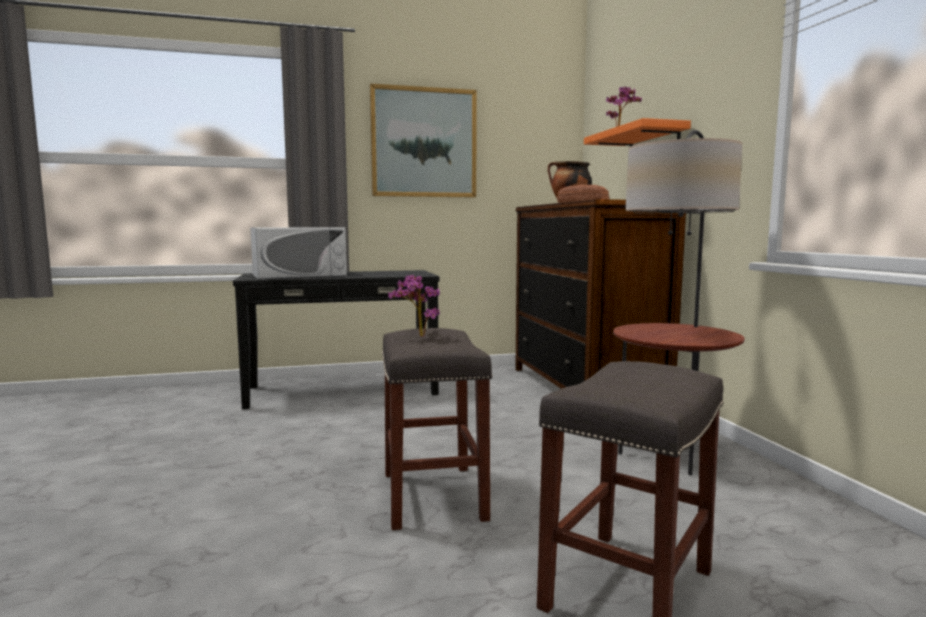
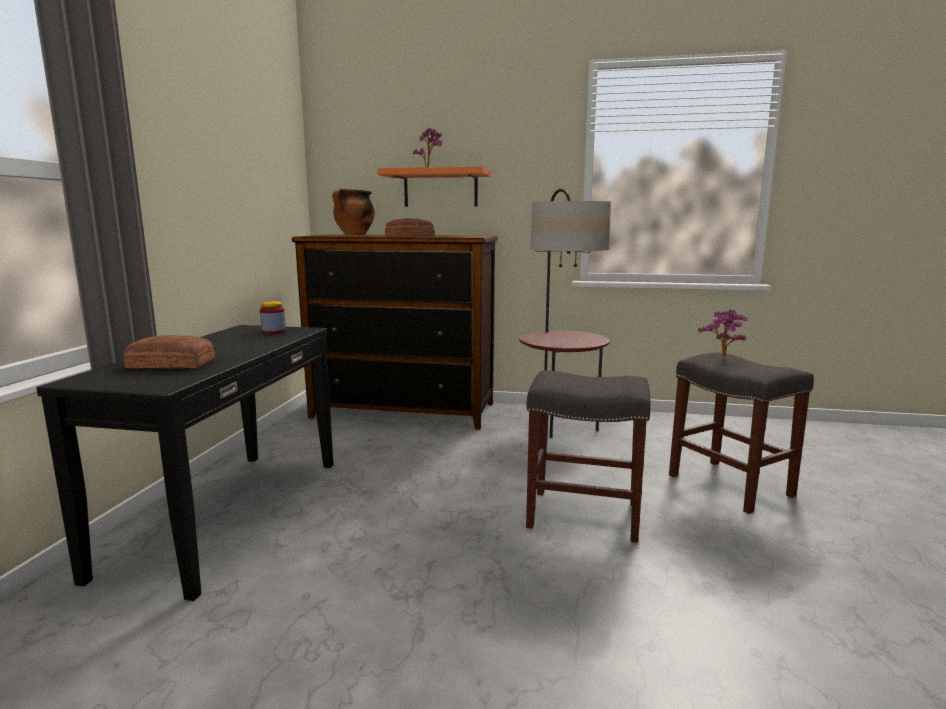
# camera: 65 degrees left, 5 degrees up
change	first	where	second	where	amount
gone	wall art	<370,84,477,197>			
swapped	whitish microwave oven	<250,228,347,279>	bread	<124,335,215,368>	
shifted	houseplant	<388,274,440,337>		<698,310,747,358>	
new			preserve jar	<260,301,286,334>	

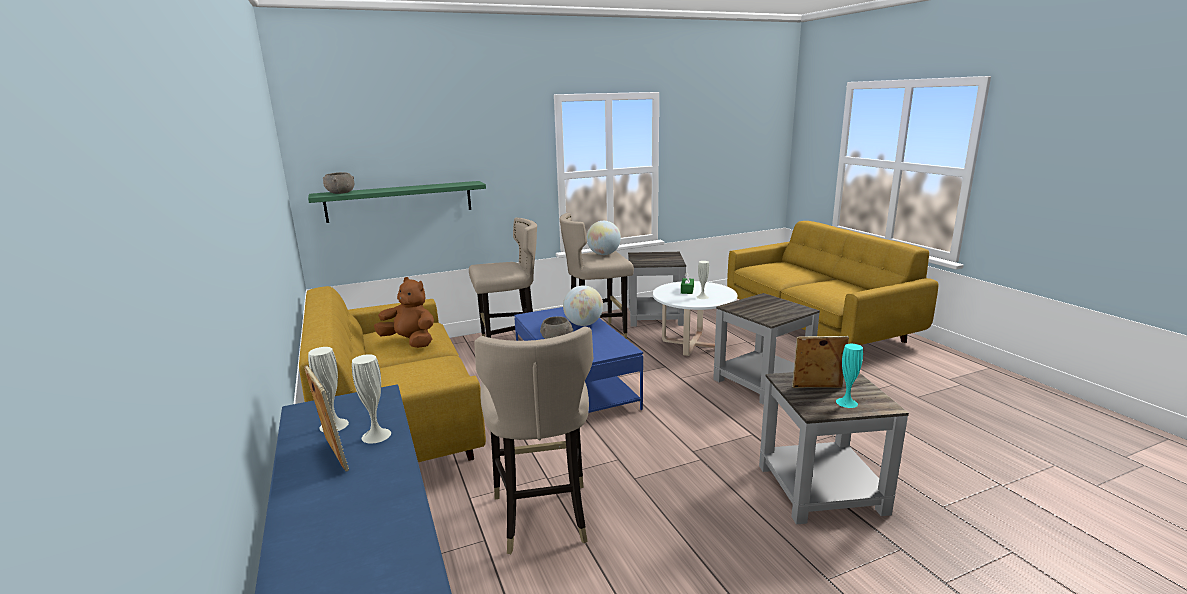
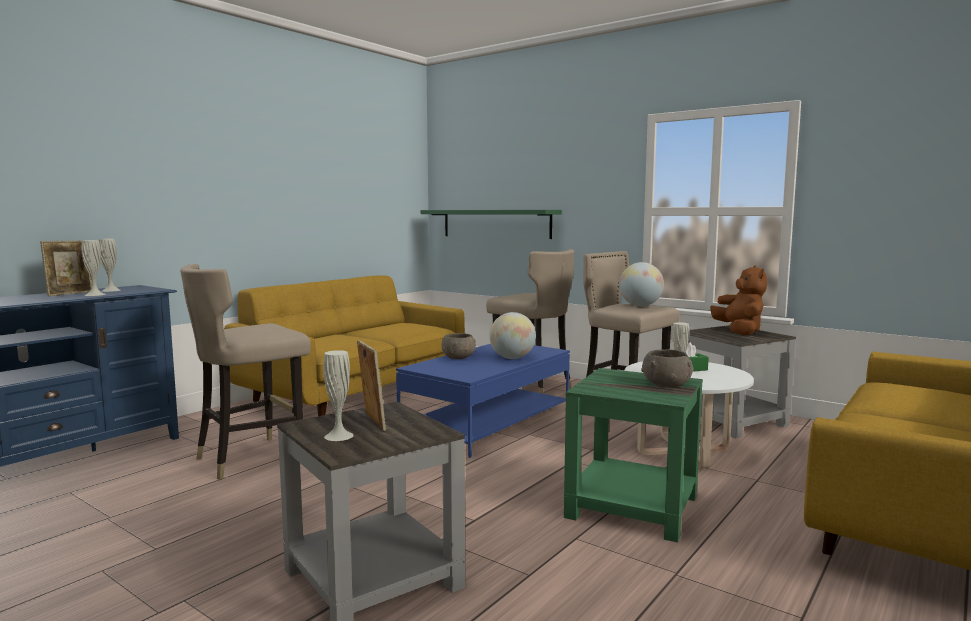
# camera: 60 degrees right, 10 degrees down
change	first	where	second	where	amount
shifted	greyish serving bowl	<323,172,354,194>		<641,349,694,387>	
shifted	brown plush toy	<374,277,434,348>		<710,266,767,335>	
repainted	greyish accent table	<713,293,820,405>	green-coloured accent table	<564,368,703,543>	
repainted	turquoise decorative vase	<836,344,863,408>	whitish decorative vase	<323,350,354,441>	

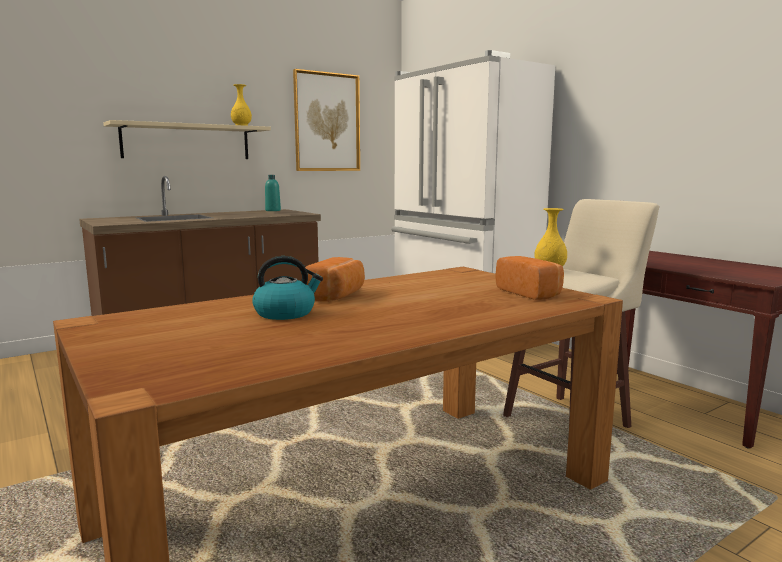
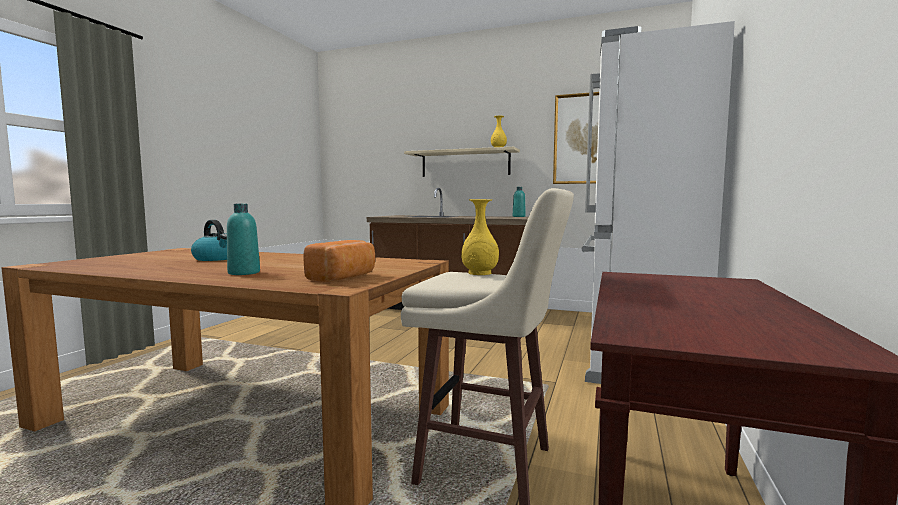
# camera: 55 degrees right, 5 degrees down
change	first	where	second	where	amount
gone	bread	<305,257,365,302>			
new			turquoise beverage bottle	<227,204,260,275>	

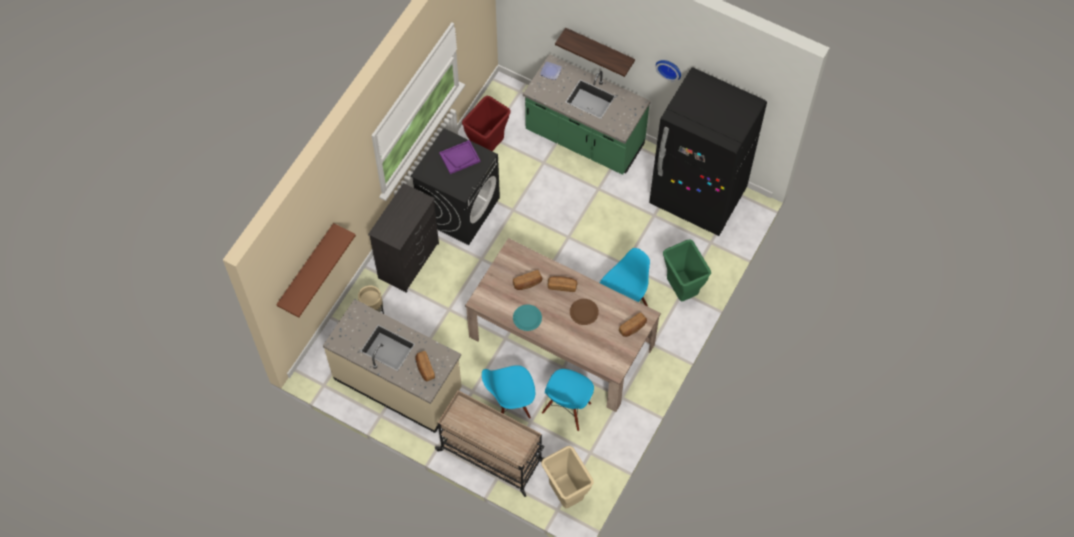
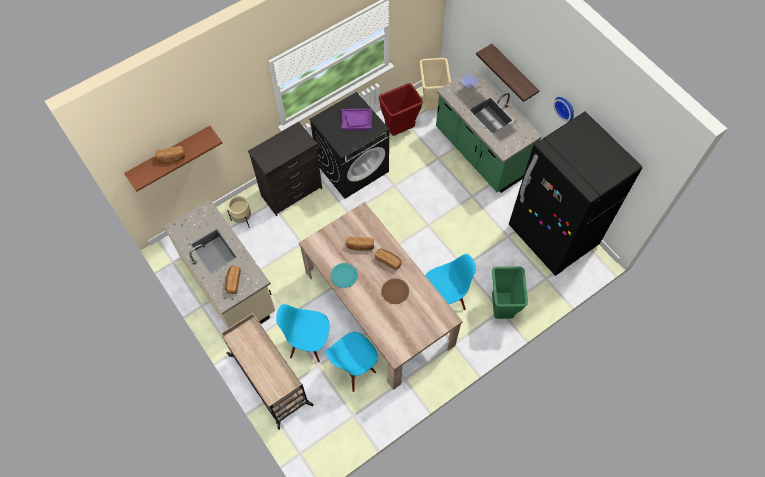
# camera: 25 degrees right, 0 degrees up
change	first	where	second	where	amount
shifted	bread	<619,312,647,337>		<155,146,185,163>	
shifted	sand-coloured waste bin	<541,446,594,508>		<419,58,451,110>	

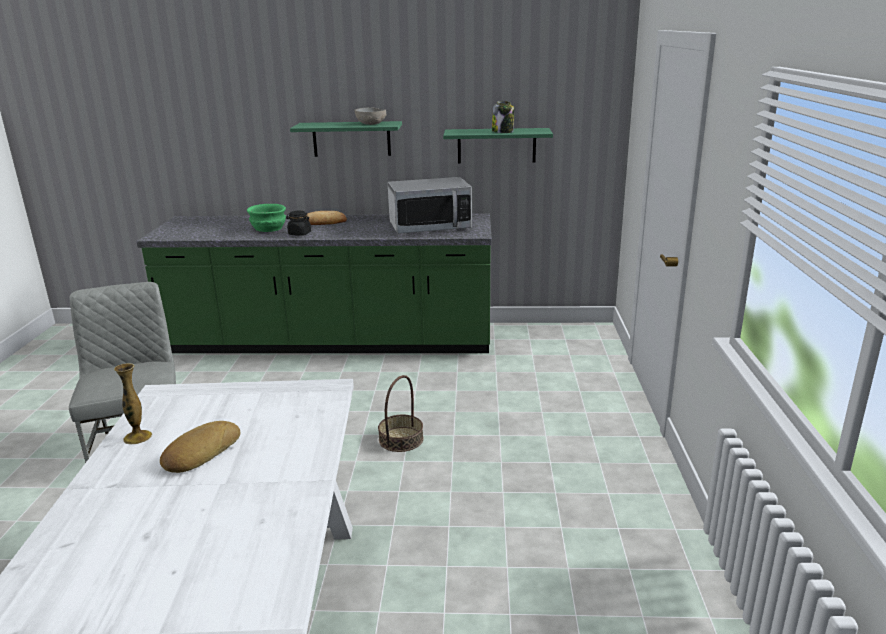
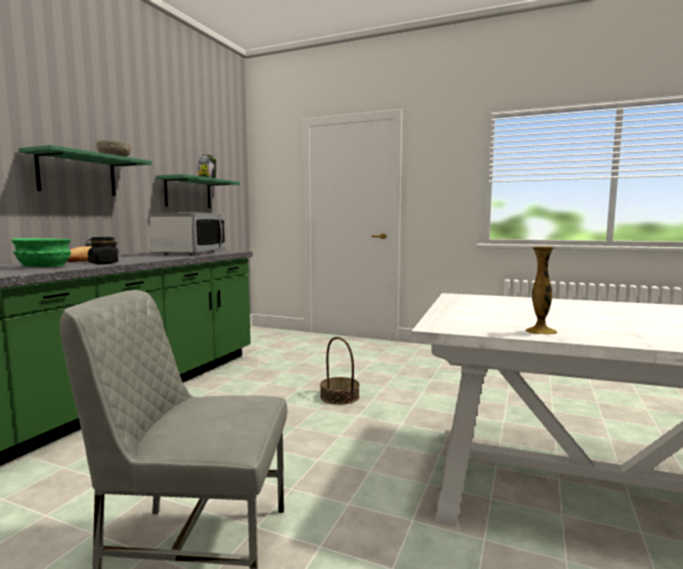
# camera: 70 degrees left, 15 degrees down
change	first	where	second	where	amount
gone	bread	<160,421,240,473>			

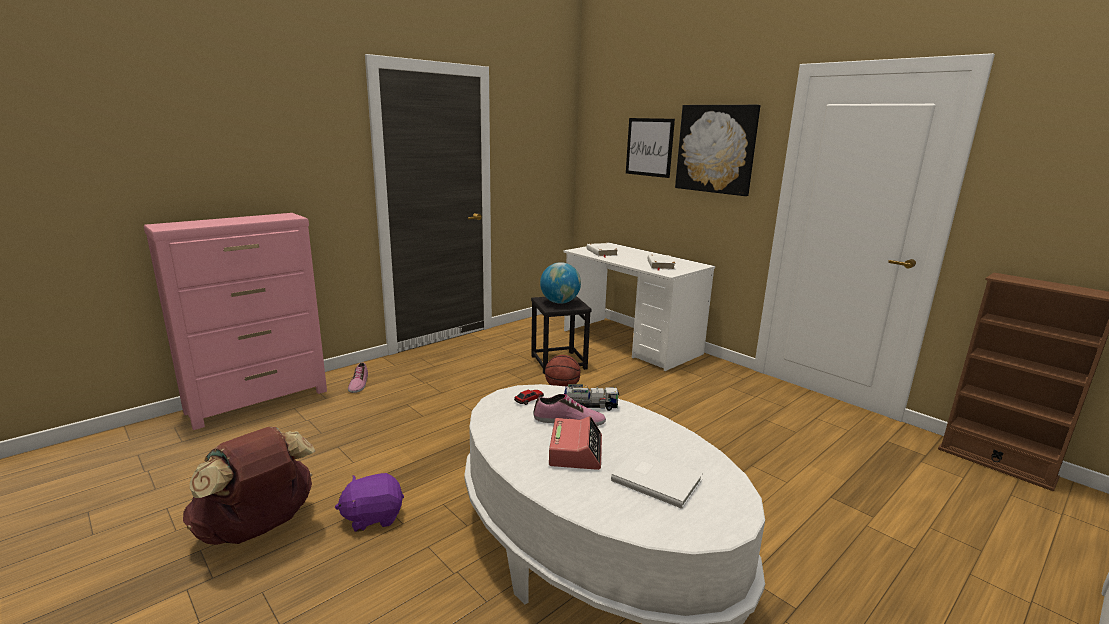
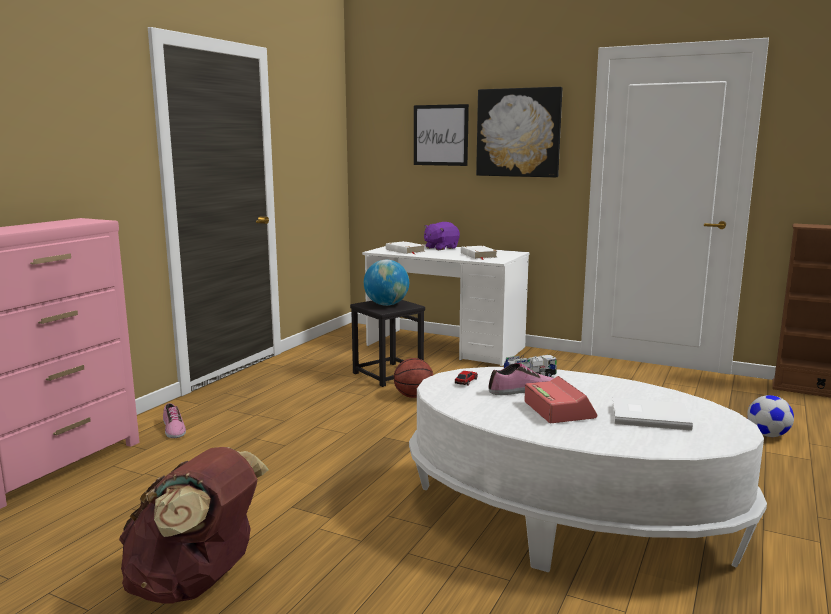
# camera: 20 degrees left, 5 degrees down
change	first	where	second	where	amount
shifted	purplish plush toy	<335,473,404,532>		<424,222,460,250>	
new			ball for football	<747,395,794,437>	

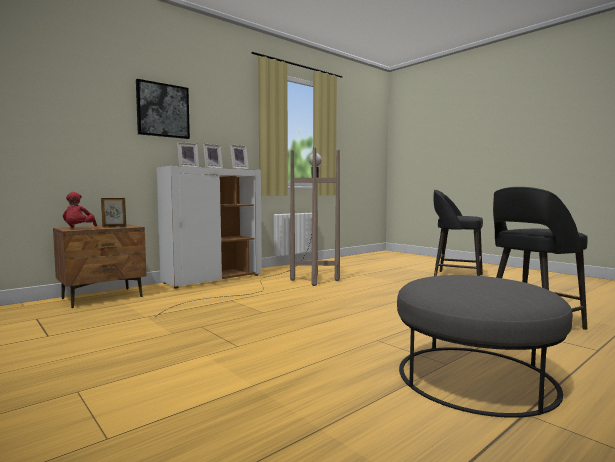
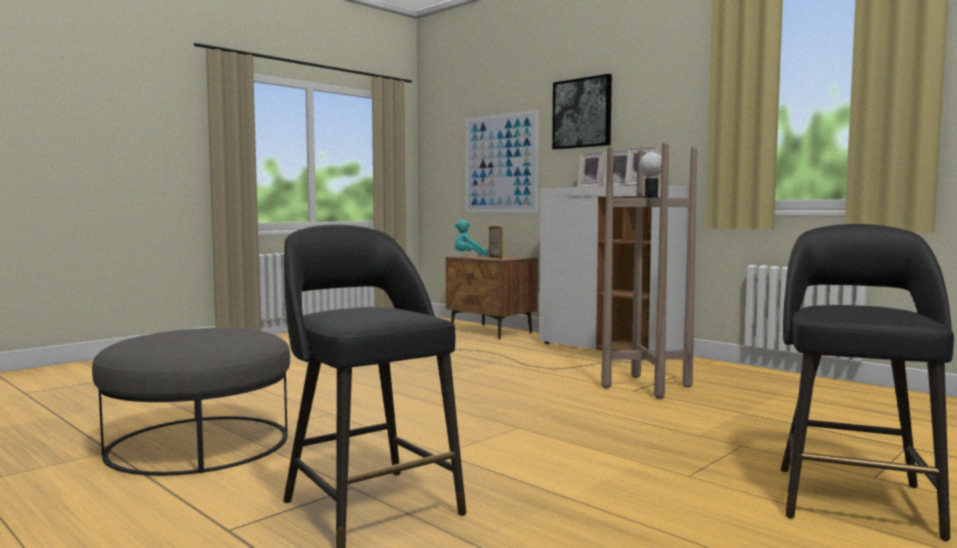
# camera: 85 degrees right, 0 degrees up
change	first	where	second	where	amount
repainted	red-coloured plush toy	<62,192,97,228>	turquoise plush toy	<454,220,488,256>	
new			wall art	<465,109,539,212>	

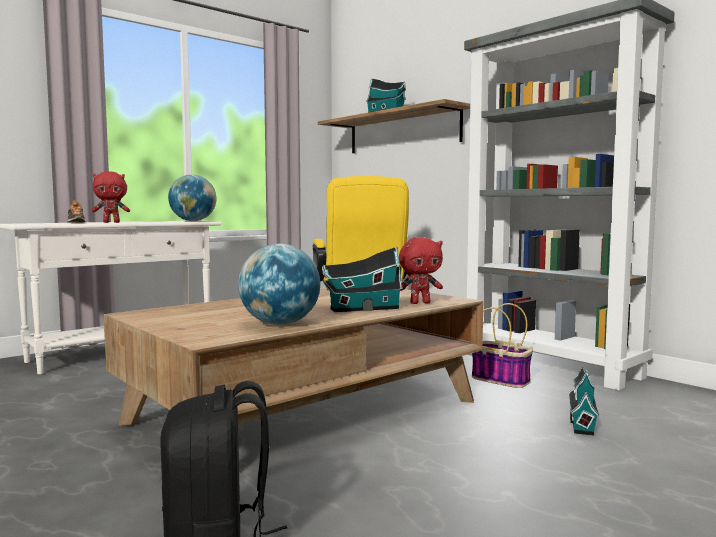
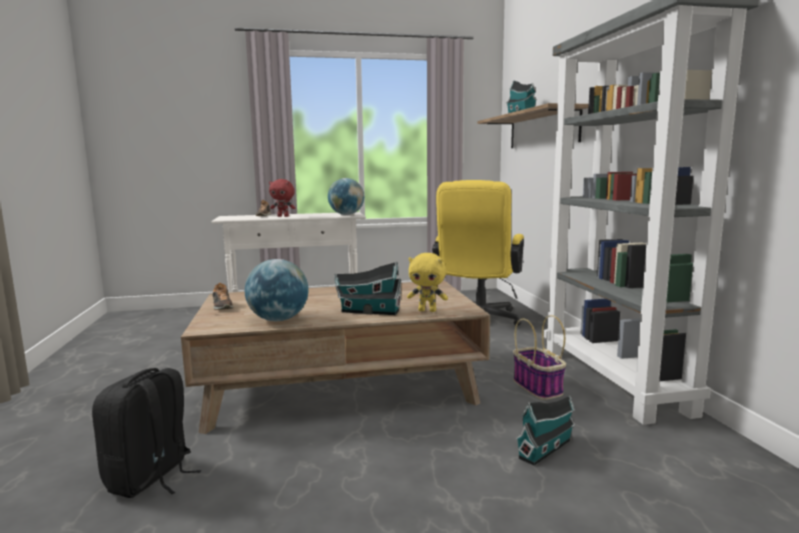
# camera: 30 degrees right, 5 degrees up
change	first	where	second	where	amount
repainted	red-coloured plush toy	<399,237,443,304>	yellow plush toy	<407,253,448,312>	
new			low shoe	<212,283,233,310>	

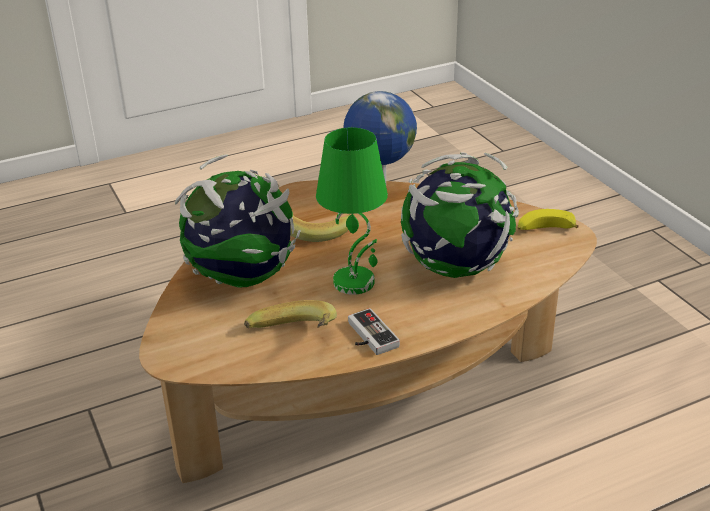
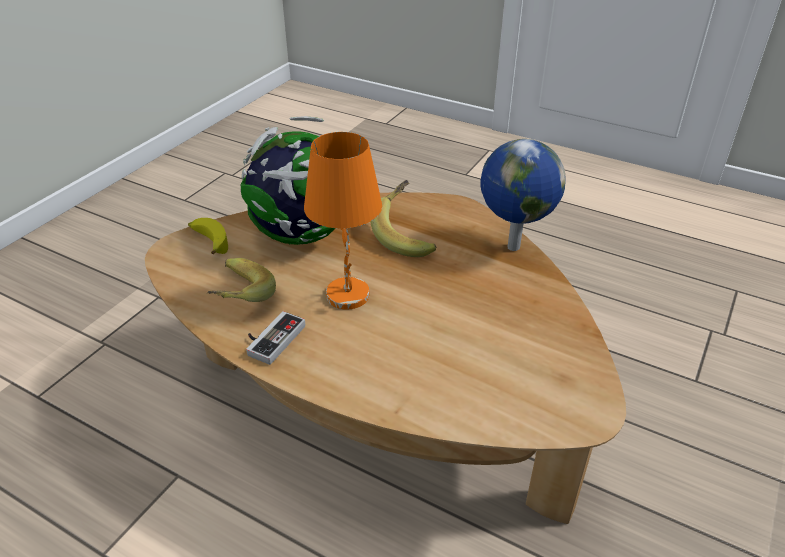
# camera: 55 degrees right, 5 degrees up
change	first	where	second	where	amount
repainted	green-coloured table lamp	<316,127,388,295>	orange-coloured table lamp	<304,132,382,310>	
gone	desk globe	<401,152,519,278>			
shifted	banana fruit	<518,209,579,230>		<188,218,228,254>	

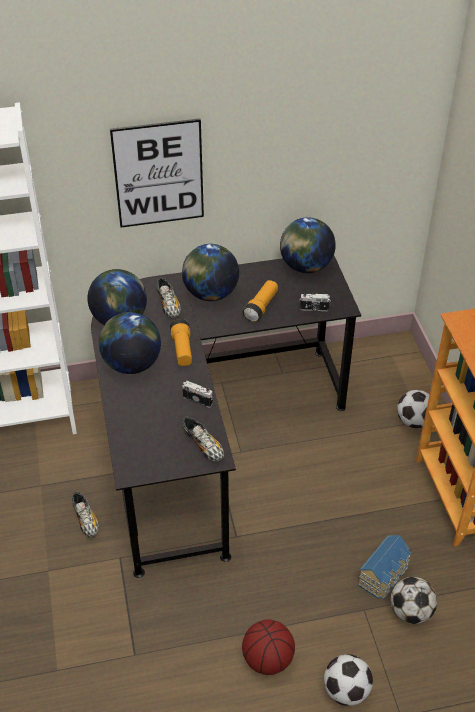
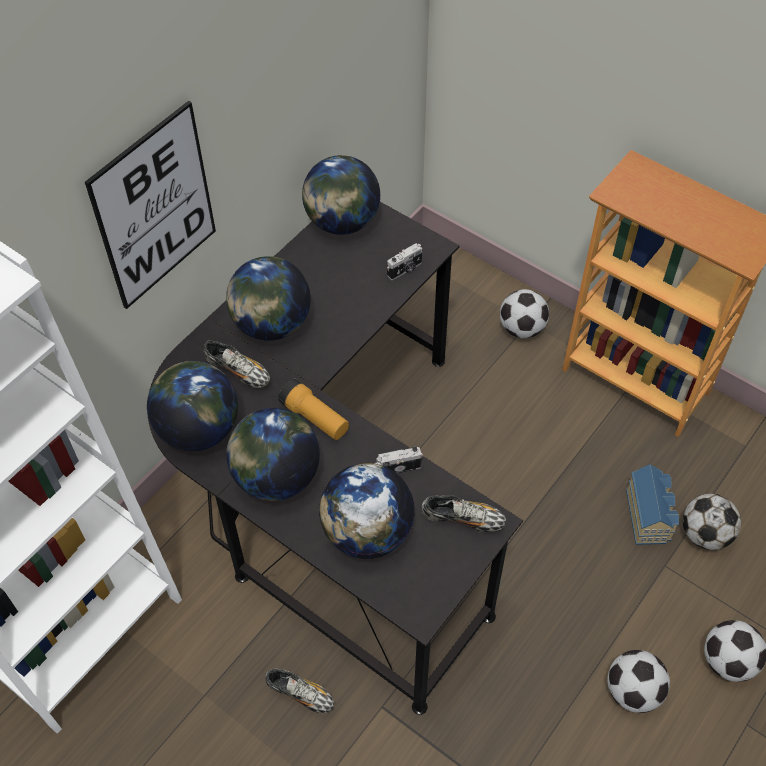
# camera: 40 degrees left, 10 degrees up
change	first	where	second	where	amount
gone	hand torch	<243,280,278,322>			
swapped	basketball	<242,620,295,675>	ball for football	<607,650,670,713>	
new			desk globe	<319,463,415,559>	

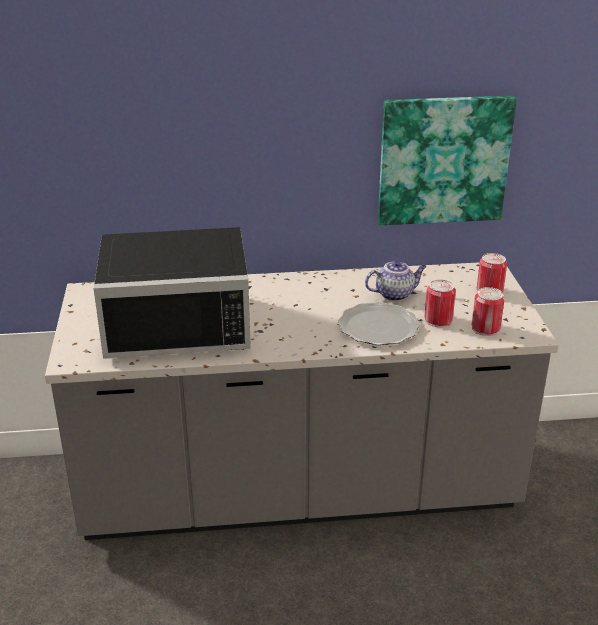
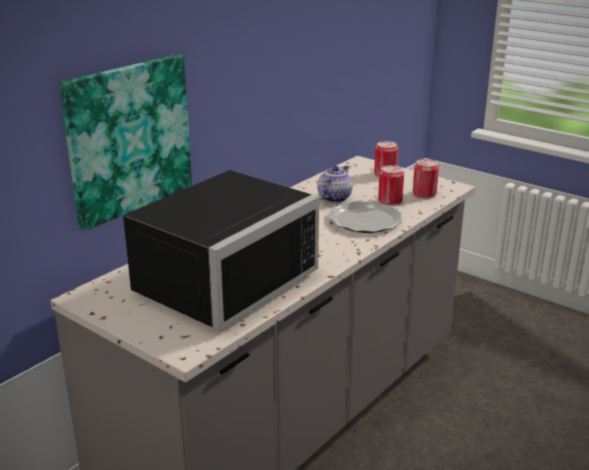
# camera: 45 degrees left, 5 degrees down
change	first	where	second	where	amount
shifted	wall art	<378,96,517,225>		<59,54,192,231>	

